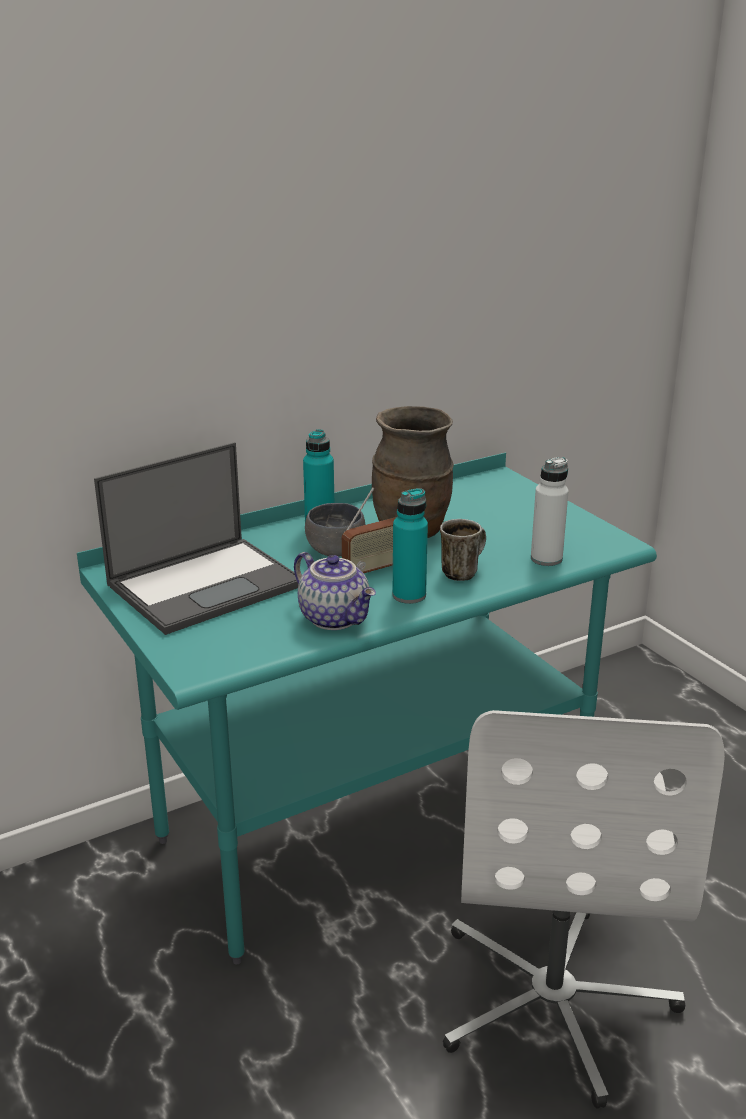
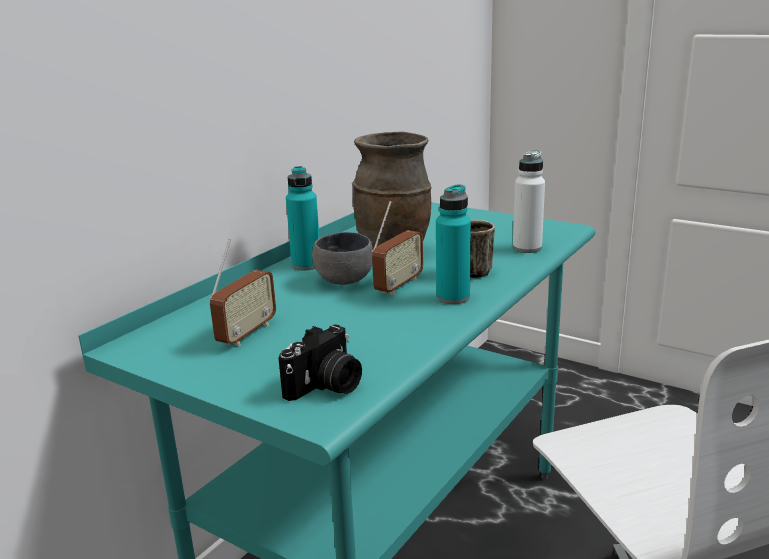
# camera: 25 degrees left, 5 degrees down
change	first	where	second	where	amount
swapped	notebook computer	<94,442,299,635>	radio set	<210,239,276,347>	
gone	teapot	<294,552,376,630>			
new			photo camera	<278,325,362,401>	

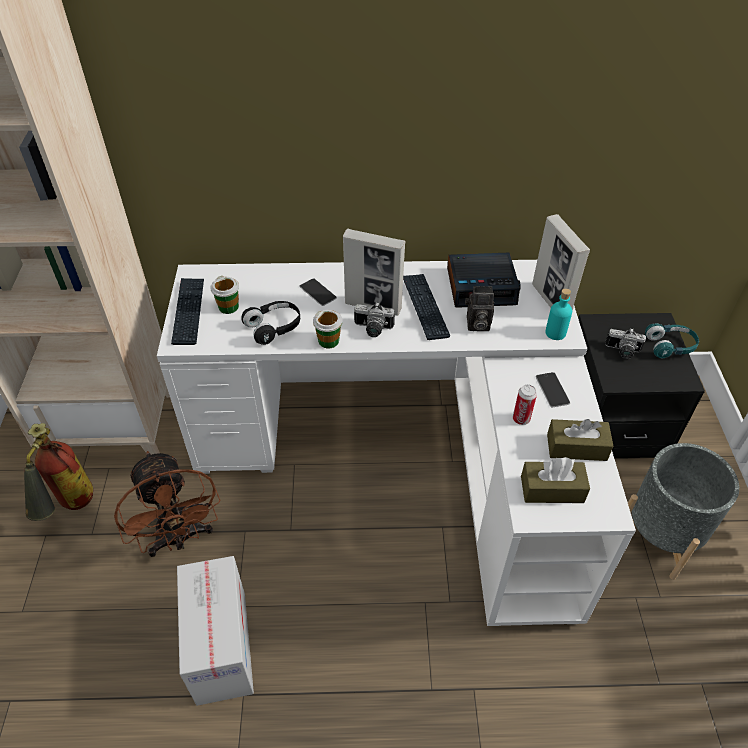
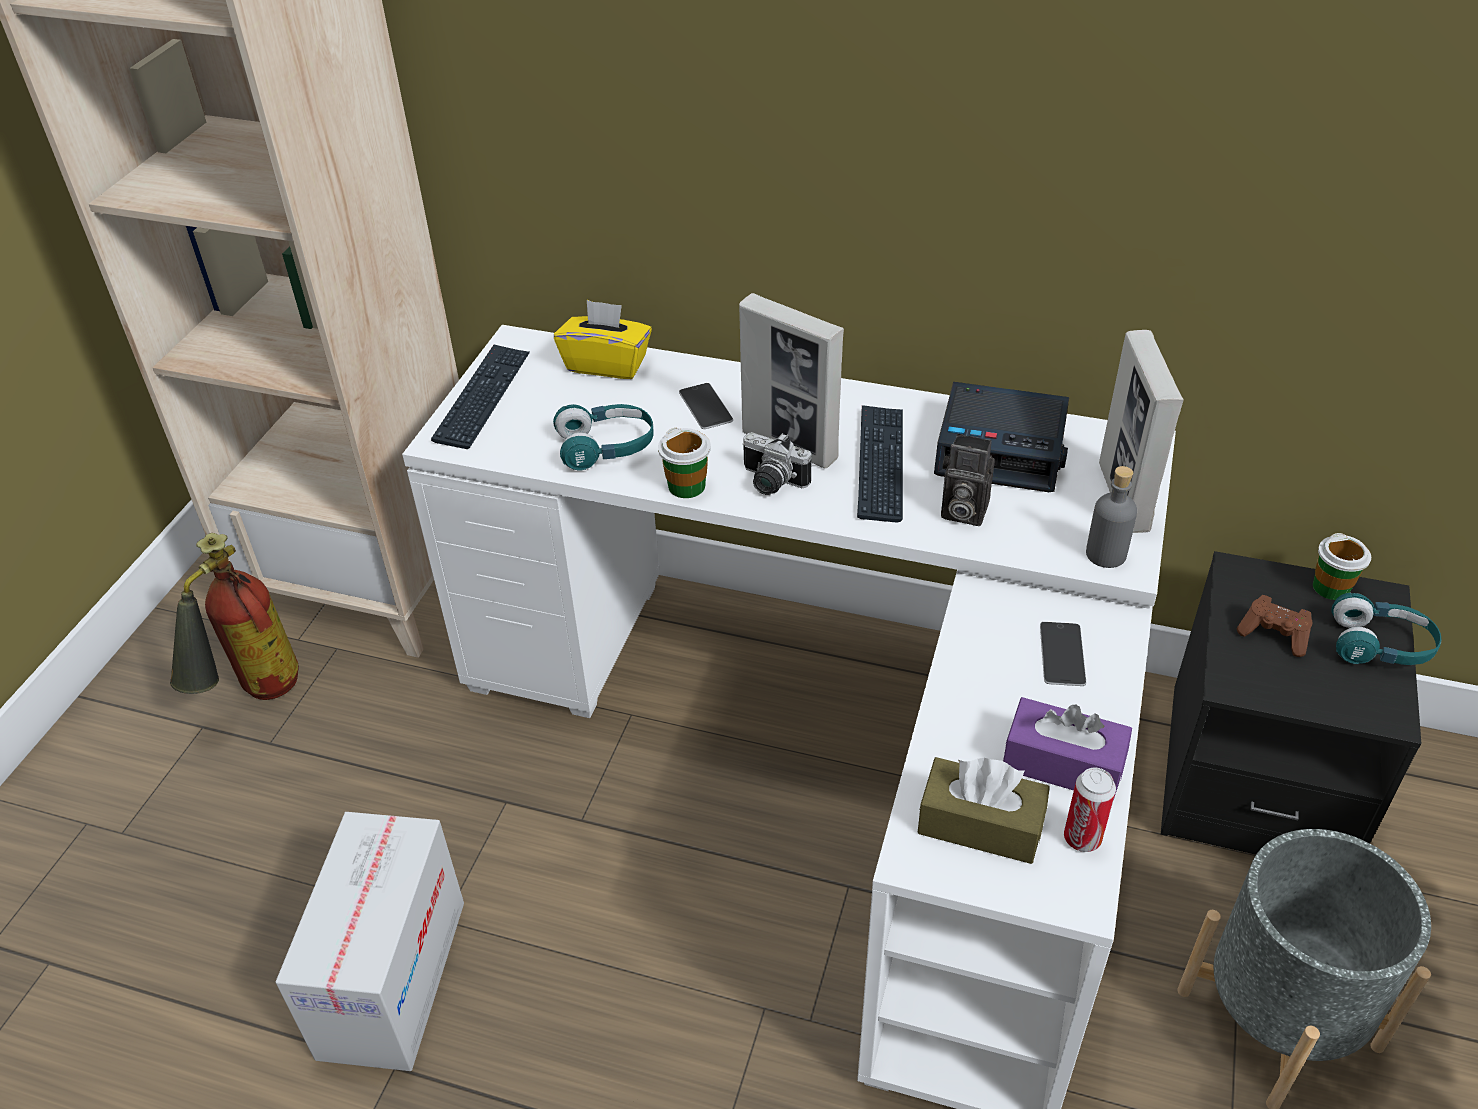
# camera: 20 degrees right, 5 degrees down
change	first	where	second	where	amount
shifted	small cup	<210,276,239,314>		<1313,533,1371,600>	
repainted	turquoise beverage bottle	<545,288,572,340>	greyish beverage bottle	<1086,466,1137,568>	
repainted	blackish headphones	<241,301,300,345>	turquoise headphones	<553,404,654,471>	
swapped	photo camera	<605,328,646,359>	brown gamepad	<1236,595,1313,657>	
shifted	can	<513,384,537,425>		<1064,768,1116,852>	
repainted	brown box of tissues	<547,419,613,461>	purplish box of tissues	<1003,697,1132,801>	
gone	brown electric fan	<114,451,220,557>			
new			yellow box of tissues	<554,300,652,379>	

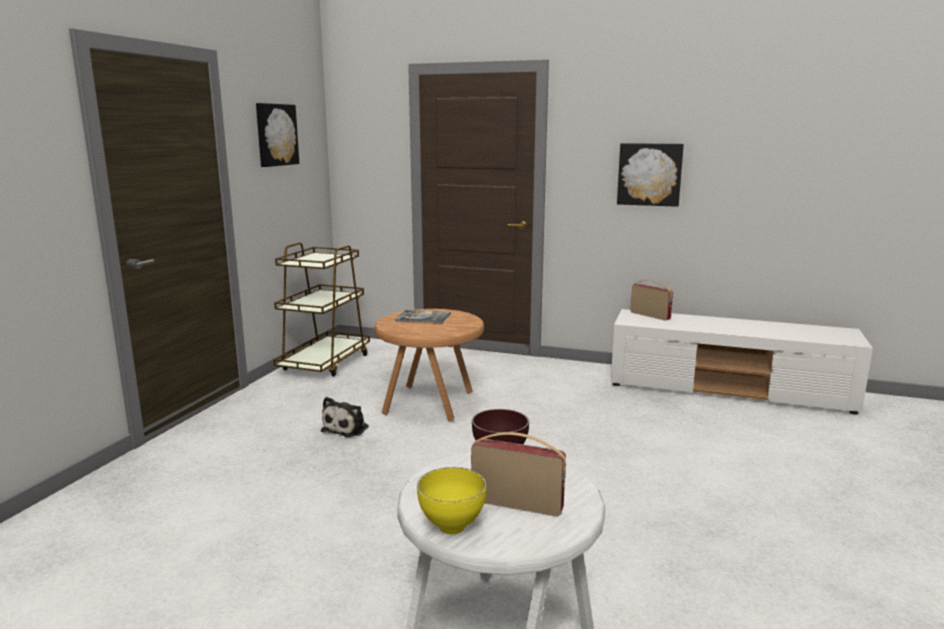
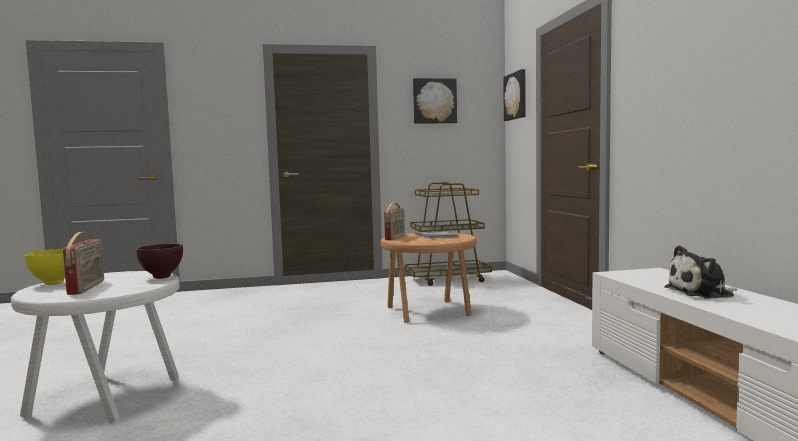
# camera: 60 degrees right, 10 degrees down
change	first	where	second	where	amount
shifted	wall art	<617,143,684,207>		<503,69,526,121>	
shifted	radio set	<630,280,673,320>		<384,203,405,240>	
shifted	plush toy	<321,397,369,437>		<665,245,737,299>	

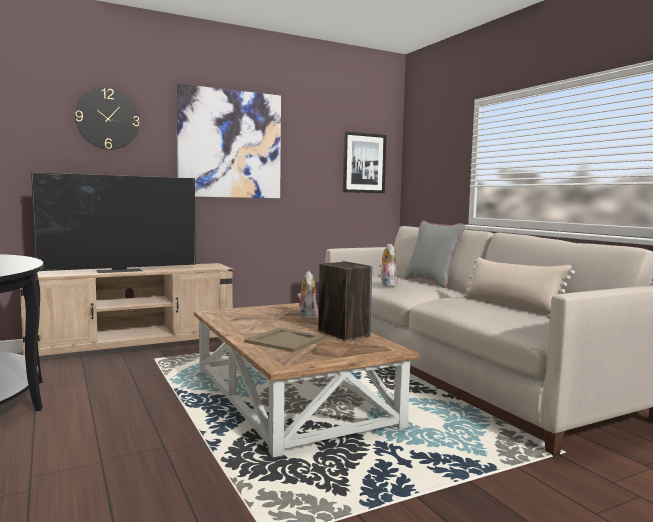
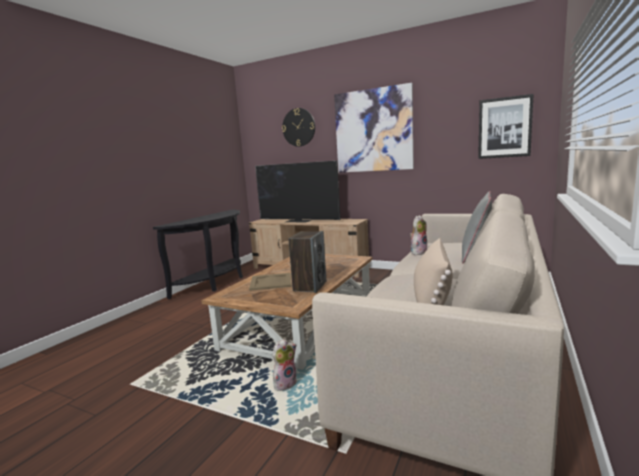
# camera: 55 degrees right, 5 degrees up
change	first	where	second	where	amount
shifted	plush toy	<297,271,318,319>		<273,339,297,391>	

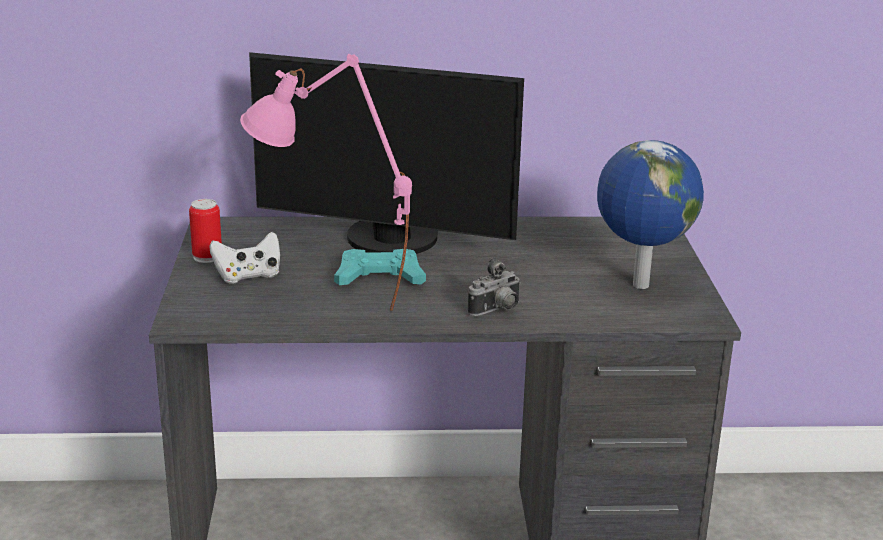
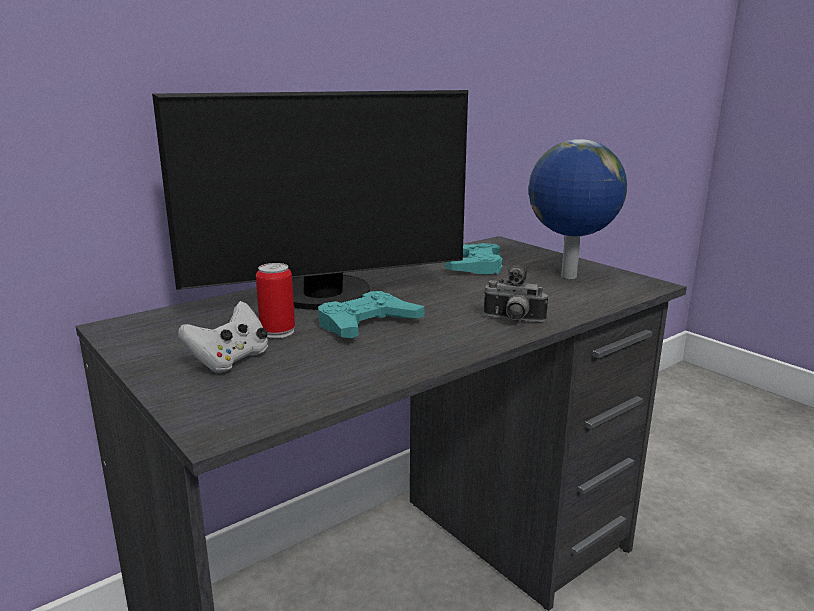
# camera: 35 degrees left, 5 degrees down
change	first	where	second	where	amount
gone	pinkish table lamp	<240,54,412,311>			
shifted	can	<189,199,222,263>		<256,263,295,338>	
rotated	photo camera	<467,258,521,316>		<483,265,548,323>	90 degrees clockwise
new			turquoise gamepad	<445,243,503,274>	

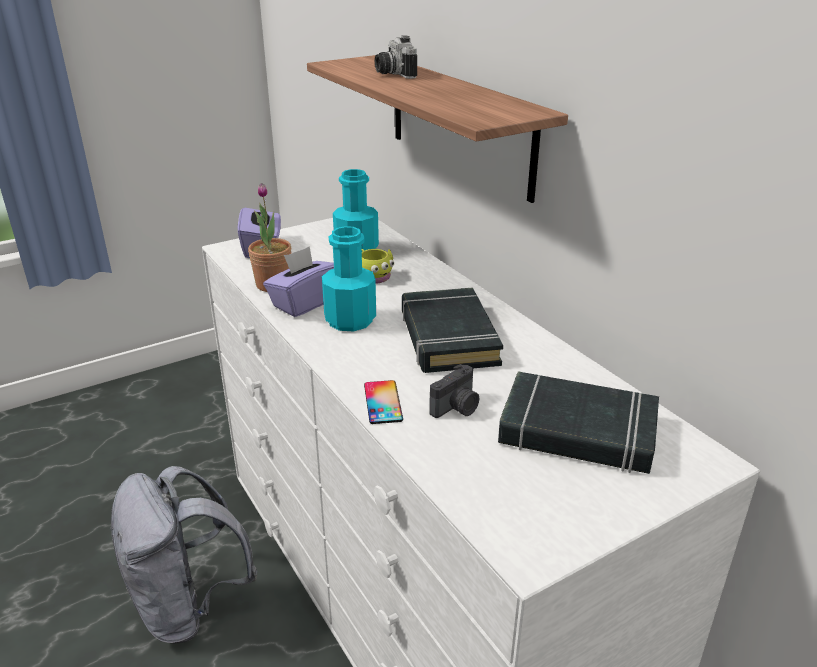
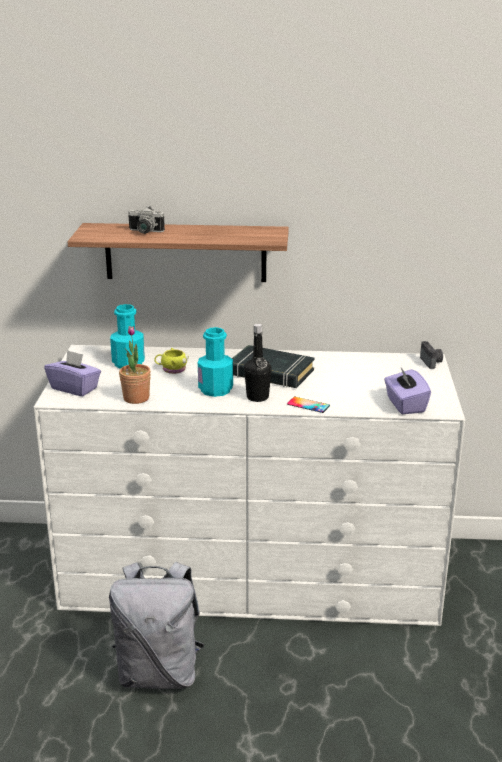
# camera: 55 degrees left, 5 degrees down
change	first	where	second	where	amount
shifted	purplish box of tissues	<263,246,334,317>		<384,368,431,414>	
shifted	photo camera	<429,364,479,418>		<420,341,443,369>	
gone	blackish volume	<498,371,659,474>			
new			blackish beverage bottle	<244,324,272,402>	

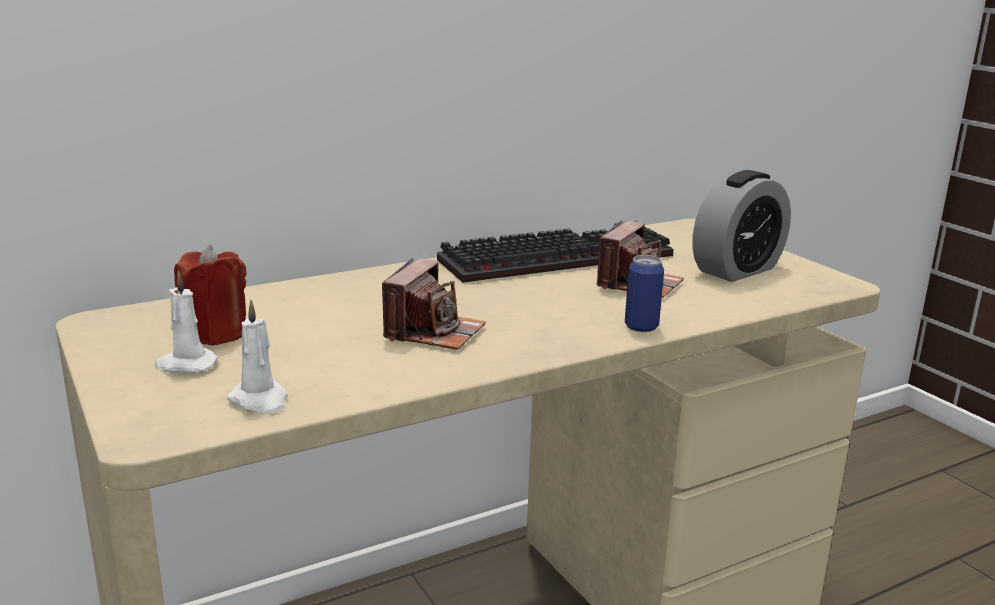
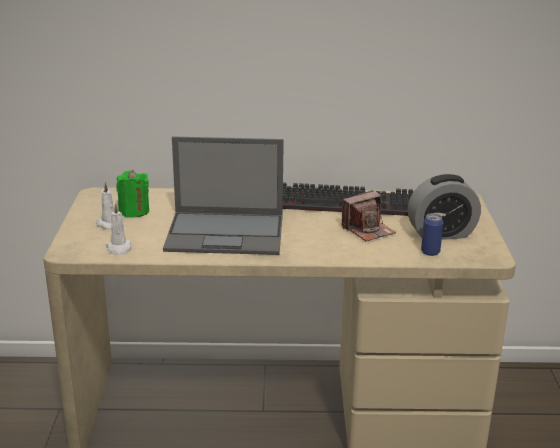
# camera: 30 degrees right, 5 degrees up
change	first	where	second	where	amount
repainted	red-coloured wax light	<174,244,247,346>	green-coloured wax light	<116,170,149,218>	
shifted	can	<625,255,664,332>		<421,213,443,256>	
swapped	photo camera	<382,258,486,350>	notebook computer	<163,136,284,255>	

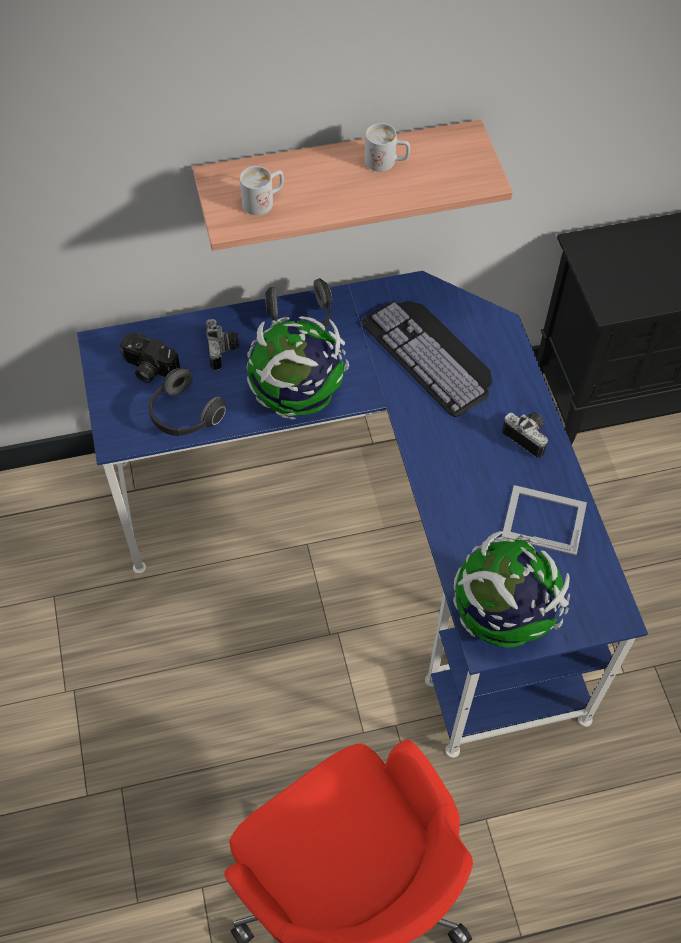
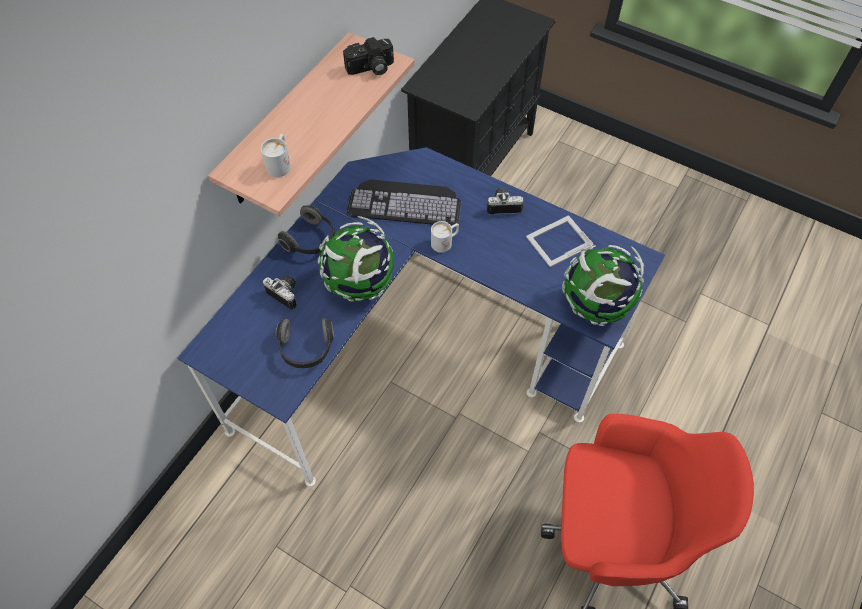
# camera: 45 degrees left, 0 degrees up
change	first	where	second	where	amount
shifted	whitish mug	<365,123,410,172>		<431,221,459,253>	
shifted	photo camera	<120,332,180,383>		<343,37,394,75>	

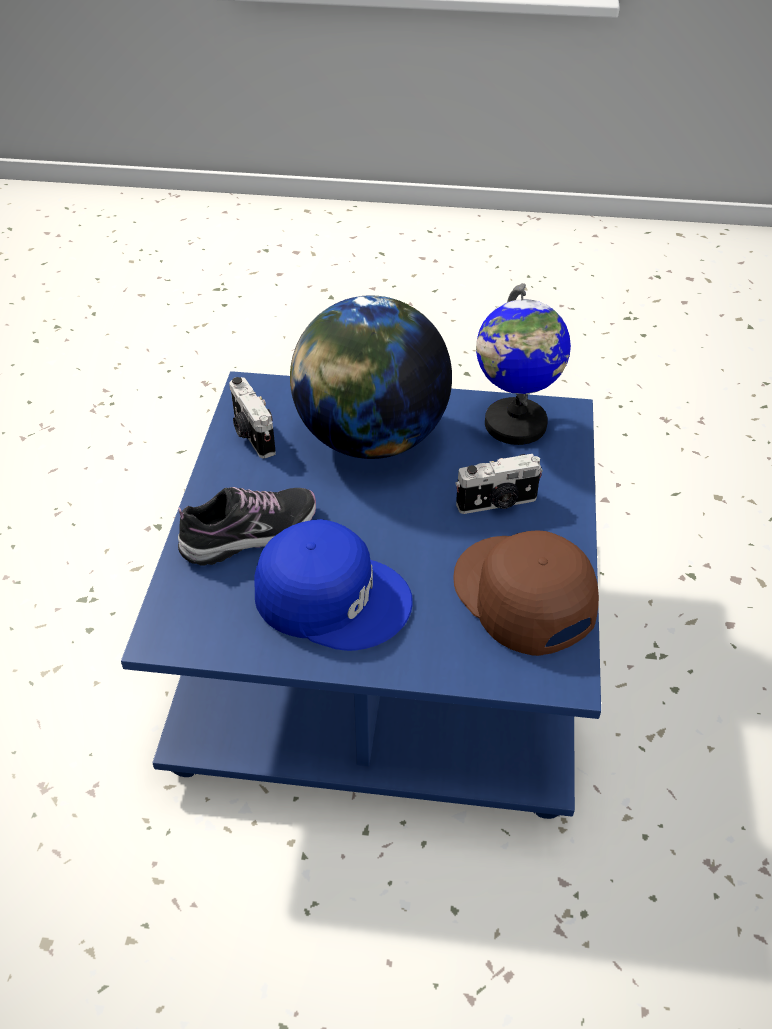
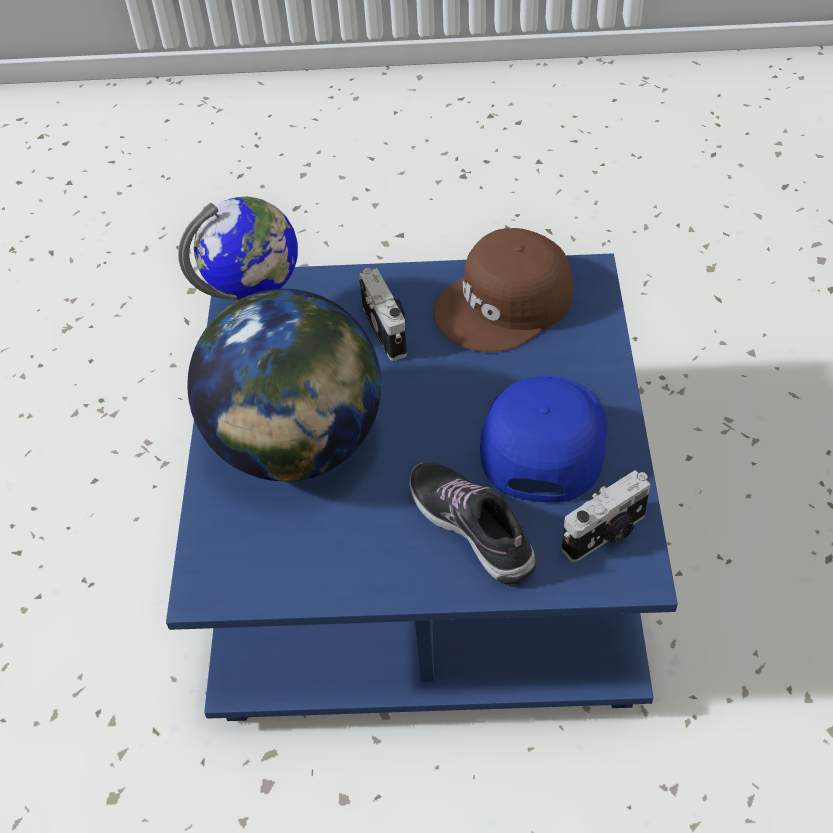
# camera: 95 degrees left, 5 degrees up
change	first	where	second	where	amount
shifted	photo camera	<229,377,276,459>		<562,470,651,562>	

